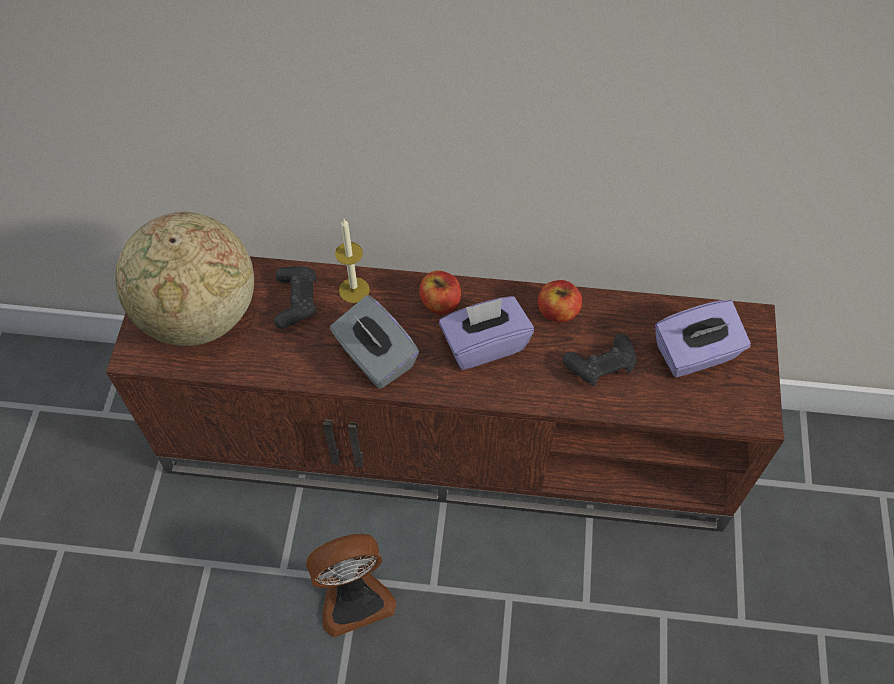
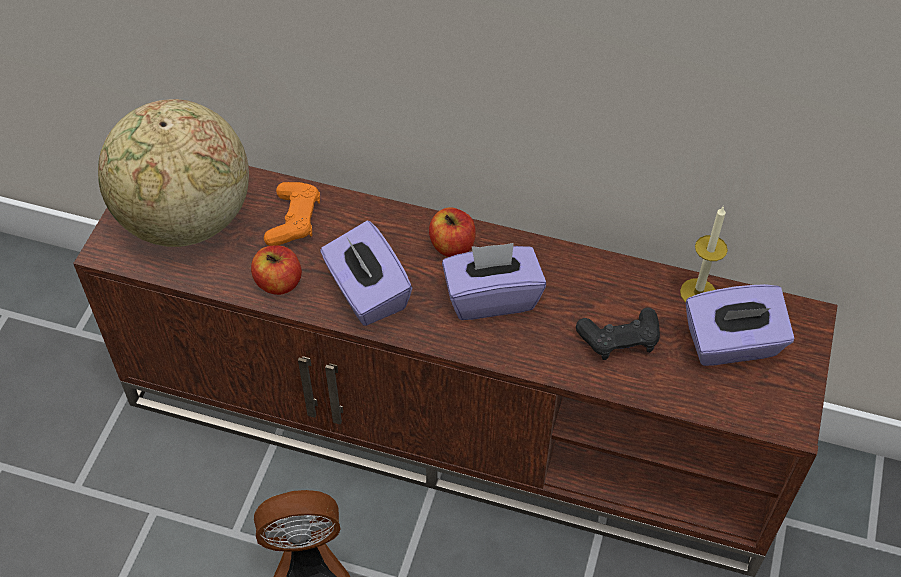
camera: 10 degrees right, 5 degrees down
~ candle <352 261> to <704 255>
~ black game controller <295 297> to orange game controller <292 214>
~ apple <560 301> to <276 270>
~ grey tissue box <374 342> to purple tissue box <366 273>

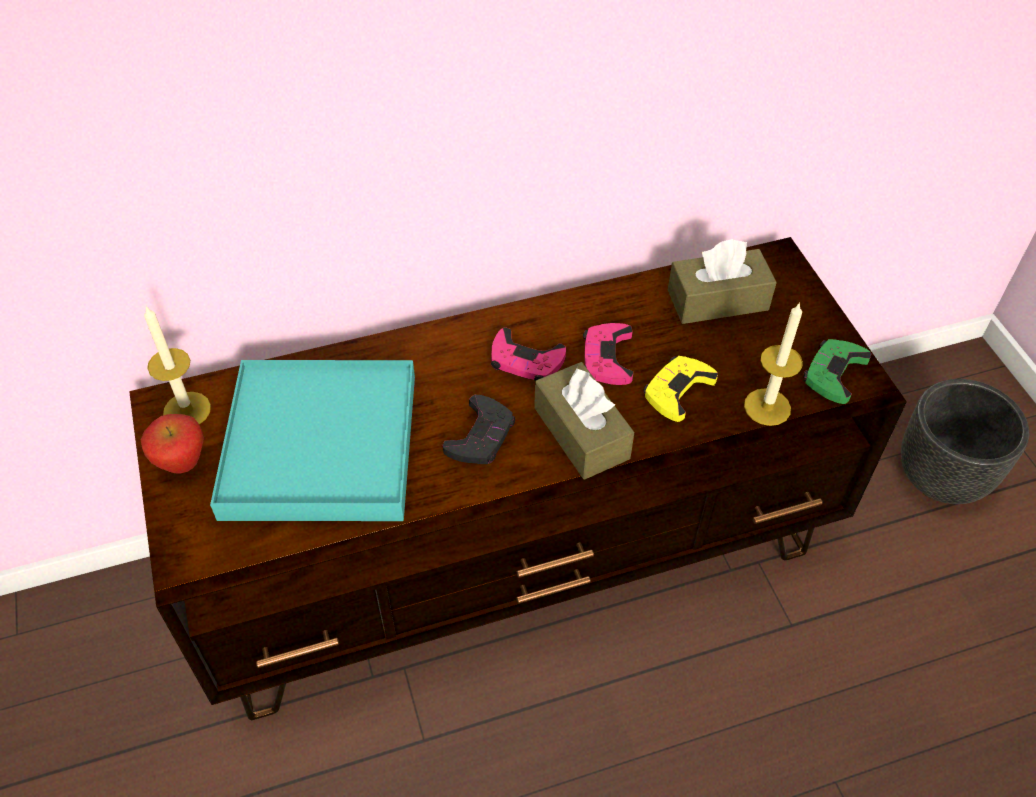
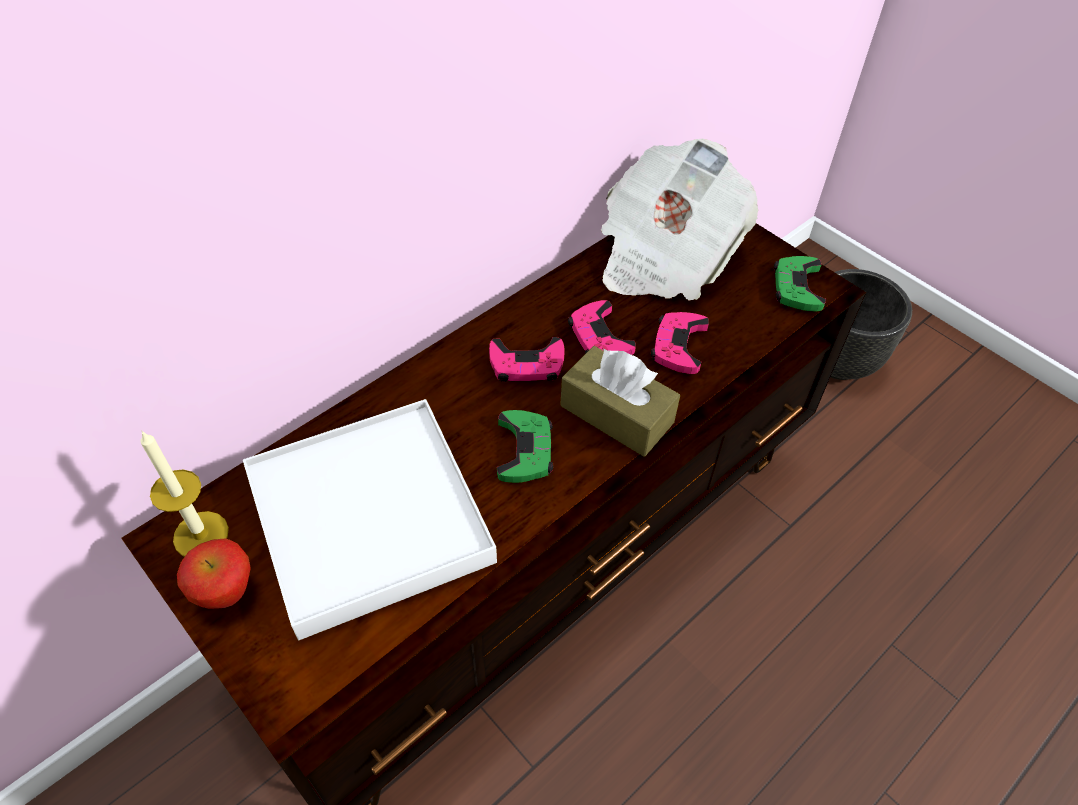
camera: 25 degrees left, 0 degrees up
~ brown tissue box <722 281> to newspaper <679 220>
- candle <773 364>
~ yellow game controller <680 389> to pink game controller <680 343>
~ turquoise tray <312 440> to white tray <370 519>
~ black game controller <479 429> to green game controller <525 446>

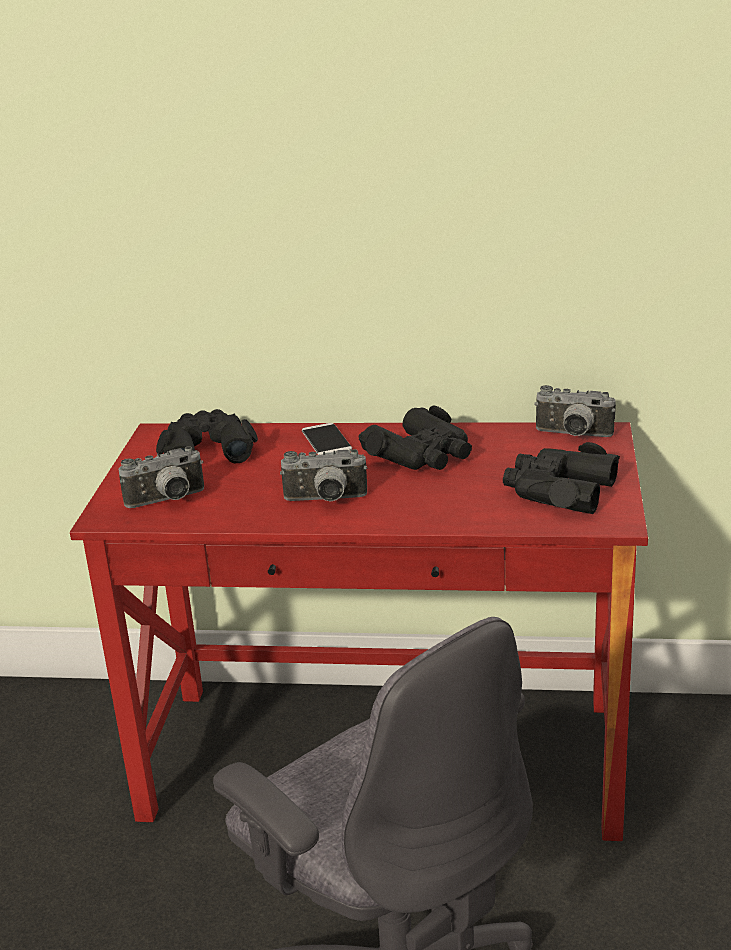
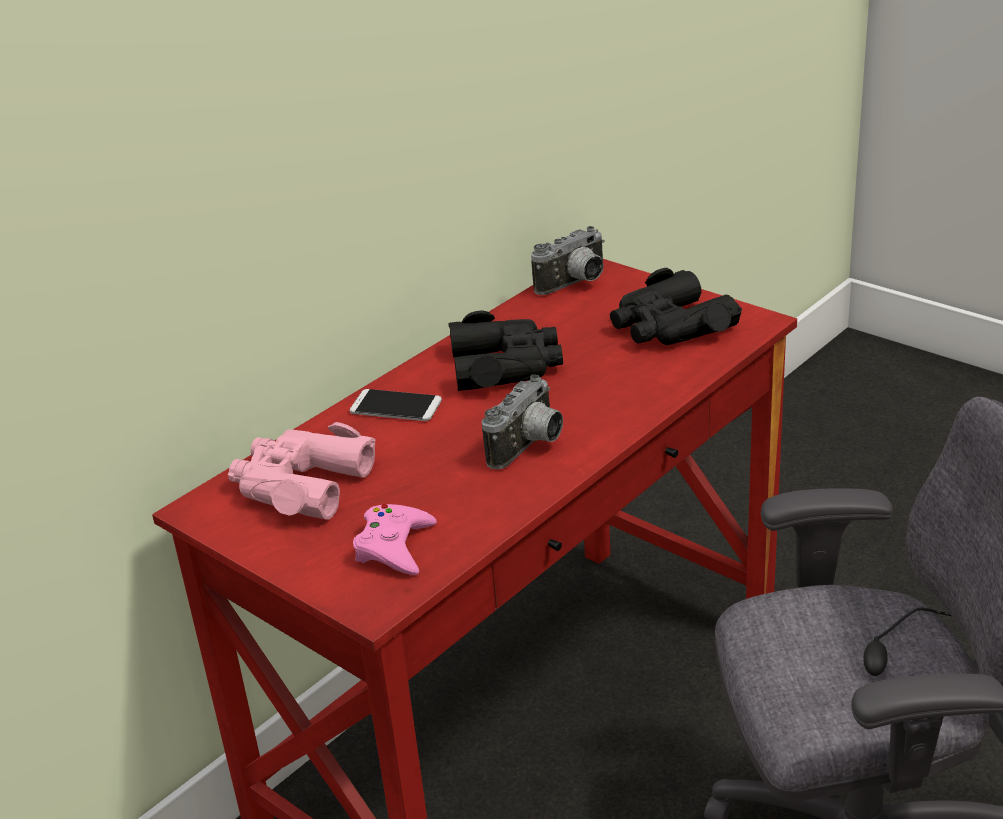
camera: 55 degrees left, 5 degrees up
~ black binoculars <207 436> to pink binoculars <302 471>
~ photo camera <161 477> to pink game controller <395 539>

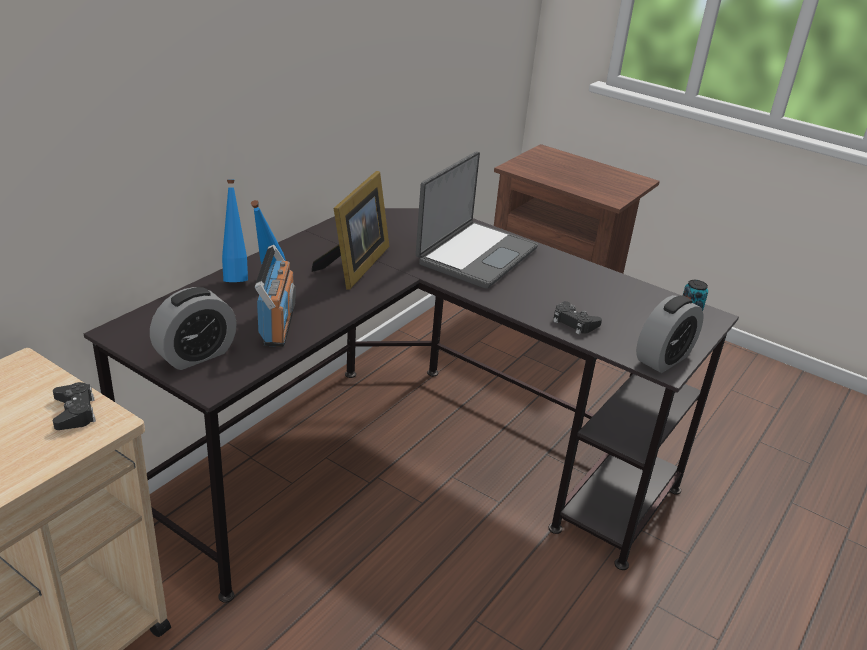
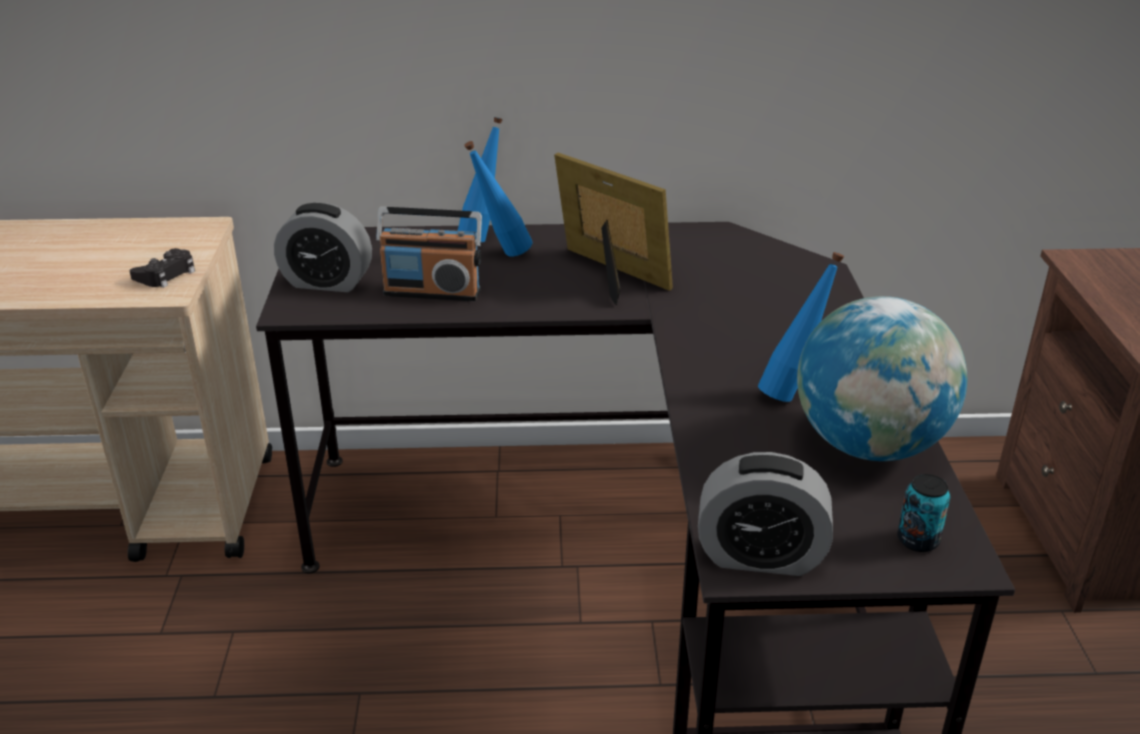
camera: 55 degrees right, 0 degrees up
- laptop <477 220>
~ picture frame <350 230> = <613 229> 120 degrees counterclockwise
~ radio <275 295> = <429 254> 45 degrees clockwise
- black game controller <577 318>
+ blue bottle <801 327>
+ globe <882 378>

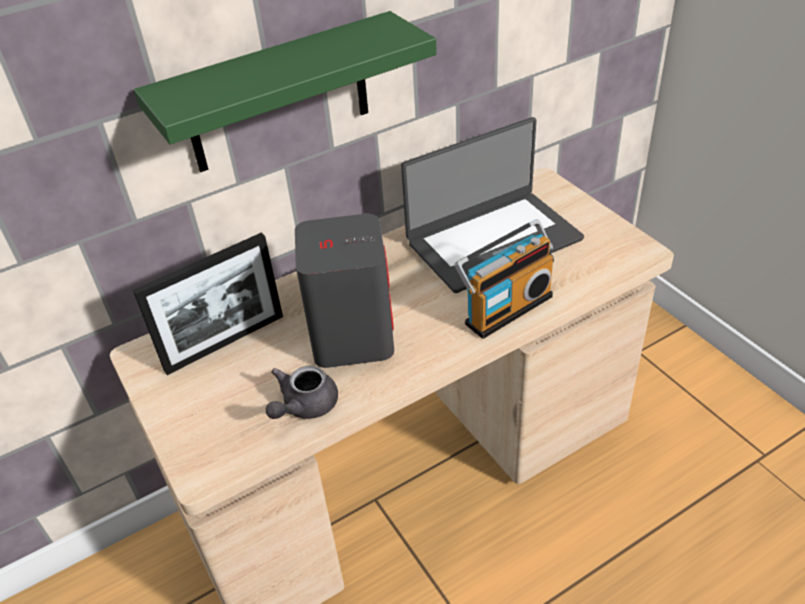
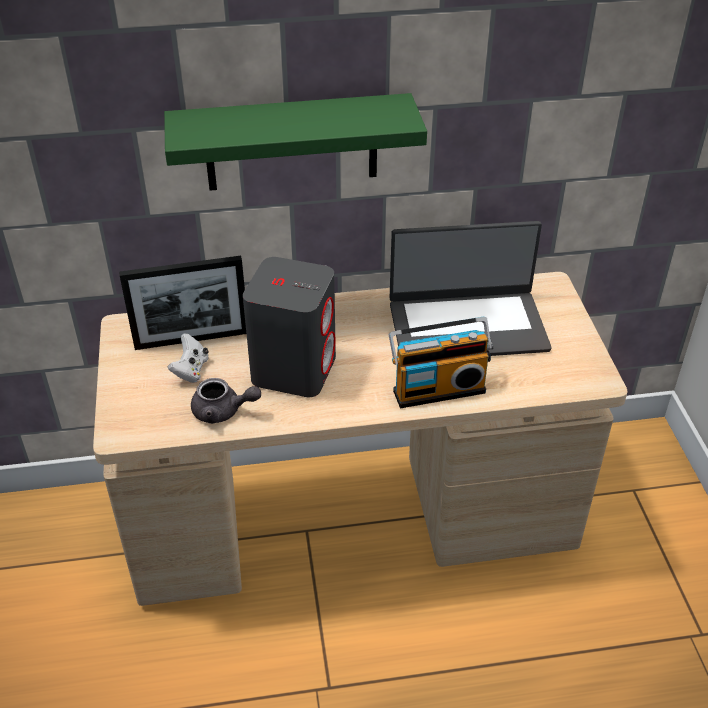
camera: 20 degrees right, 0 degrees up
~ grey teapot <302 392> = <226 401> 135 degrees counterclockwise
+ white game controller <188 358>

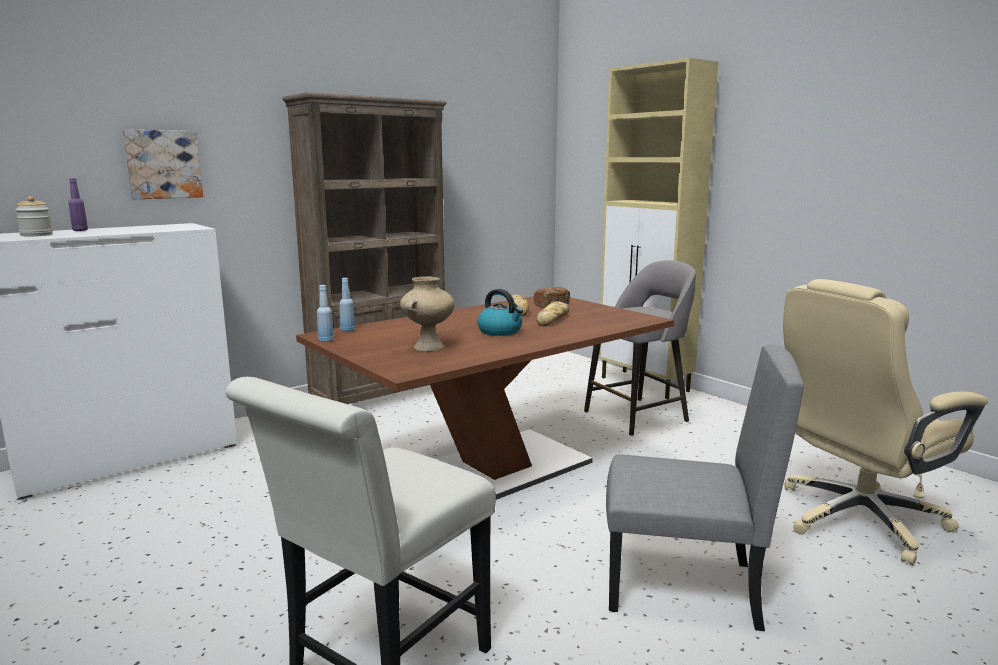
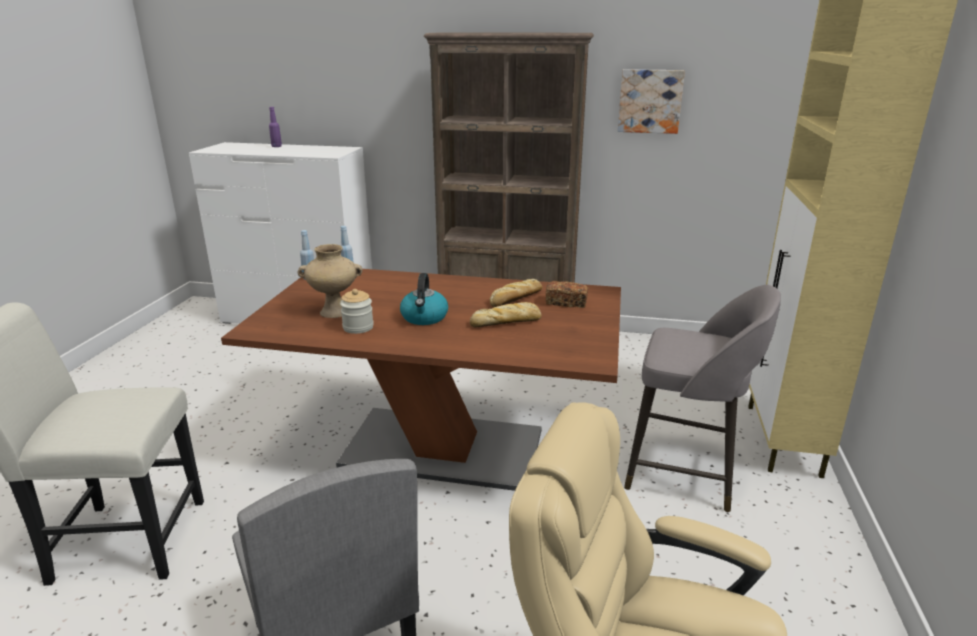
camera: 50 degrees right, 10 degrees up
~ picture <163 164> to <651 101>
~ jar <34 216> to <357 311>

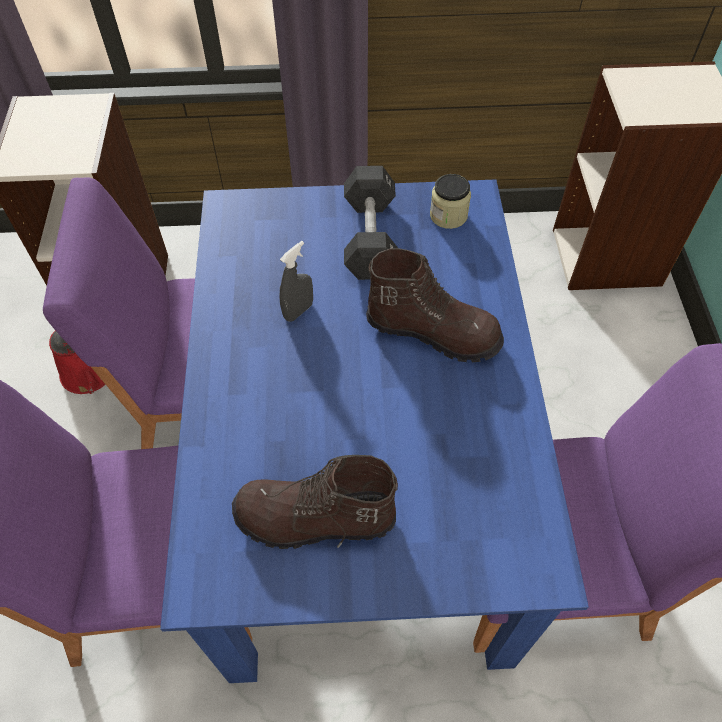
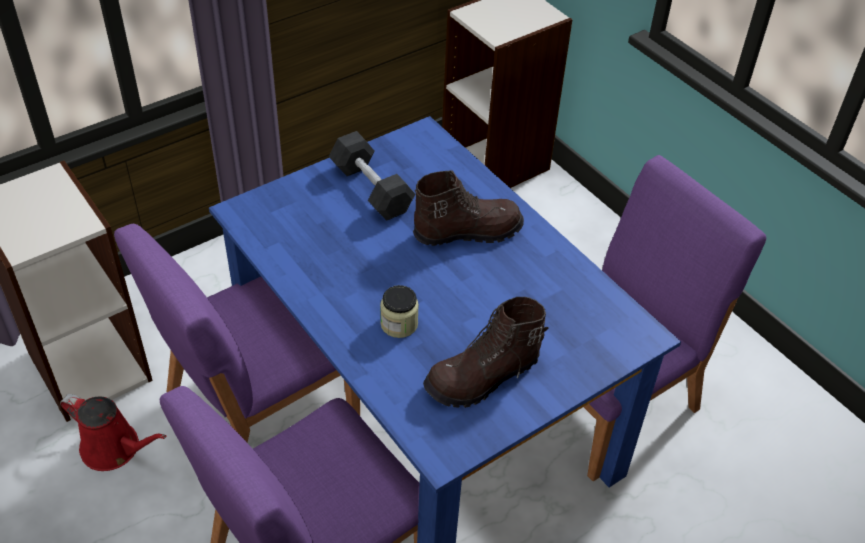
camera: 35 degrees left, 10 degrees down
~ jar <450 201> to <399 311>
- grey spray bottle <296 281>

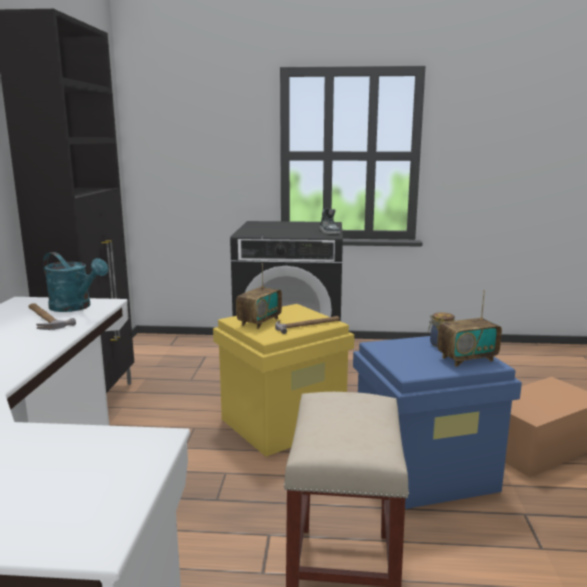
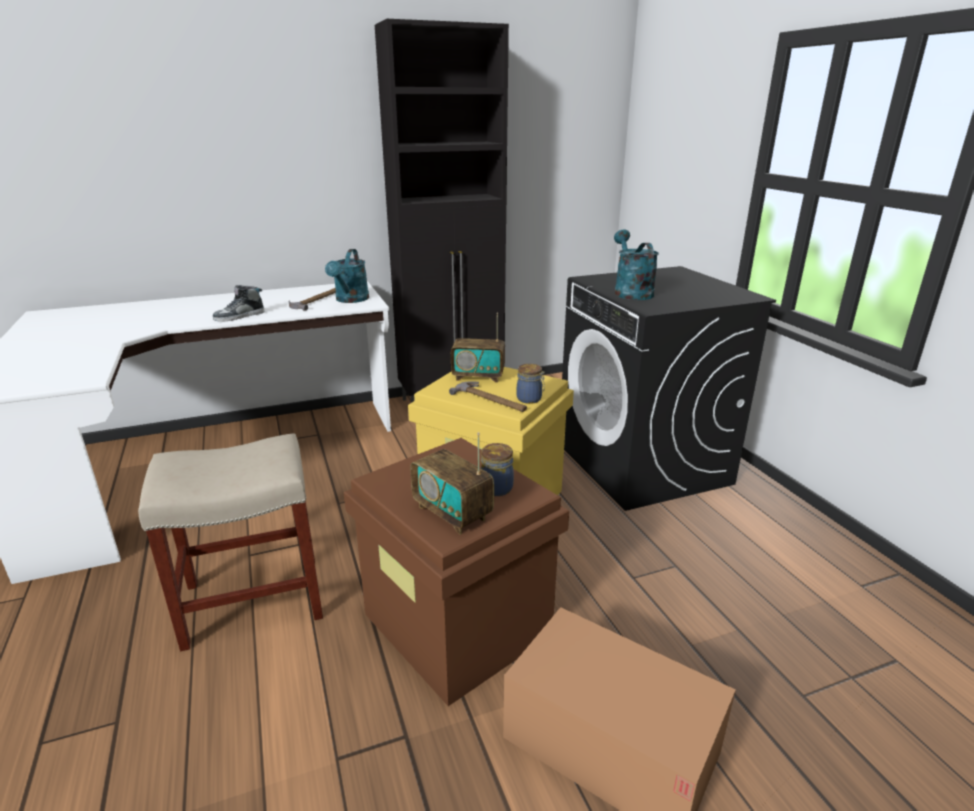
camera: 65 degrees right, 10 degrees up
~ shoe <330 221> to <238 303>
~ blue storage box <437 422> to brown storage box <456 572>
+ turquoise watering can <636 264>
+ jar <530 384>

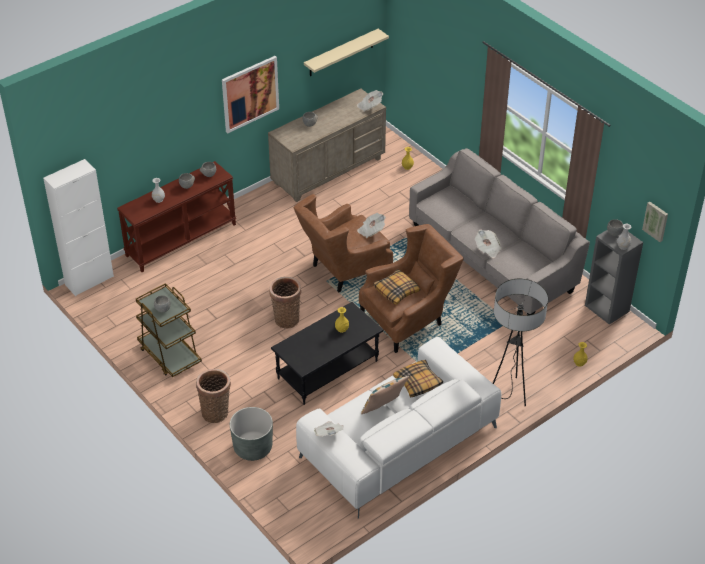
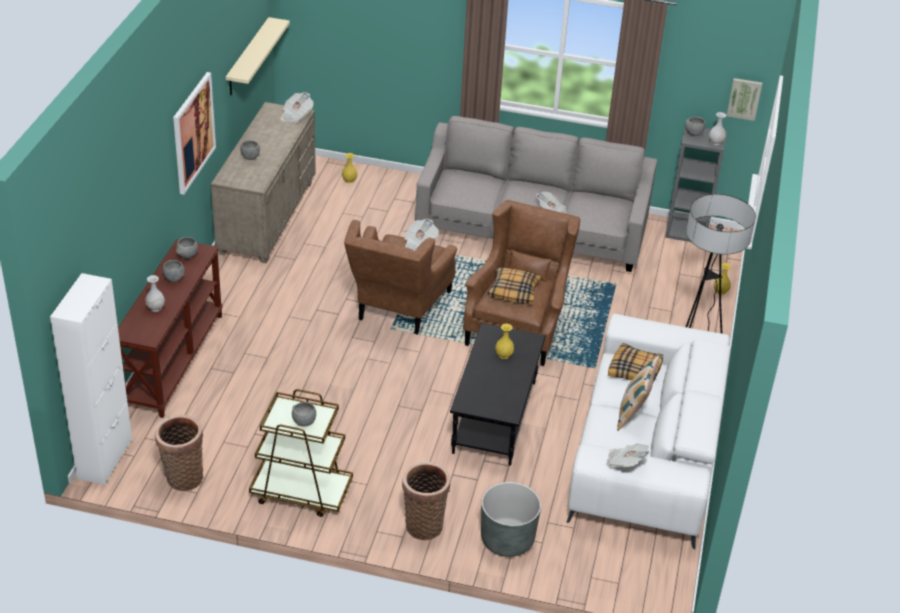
camera: 40 degrees left, 5 degrees down
~ basket <285 303> to <179 453>

